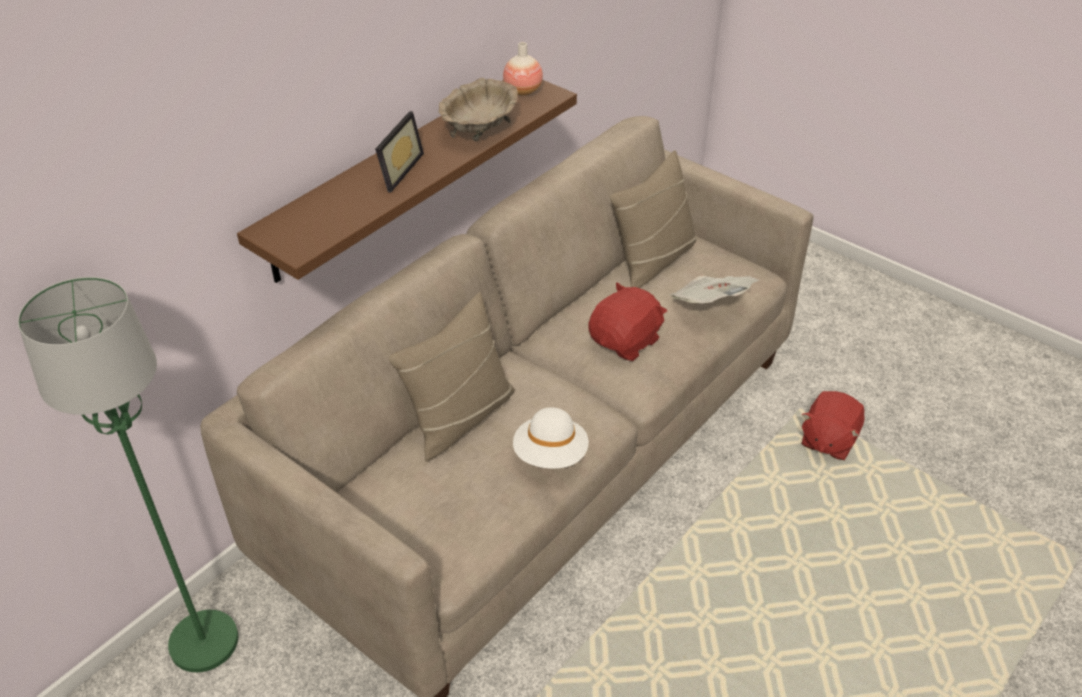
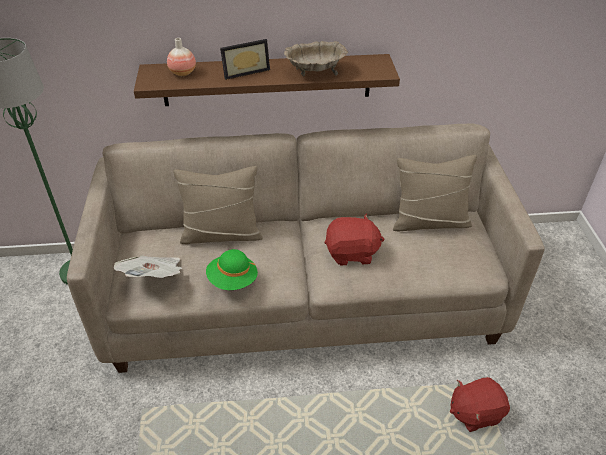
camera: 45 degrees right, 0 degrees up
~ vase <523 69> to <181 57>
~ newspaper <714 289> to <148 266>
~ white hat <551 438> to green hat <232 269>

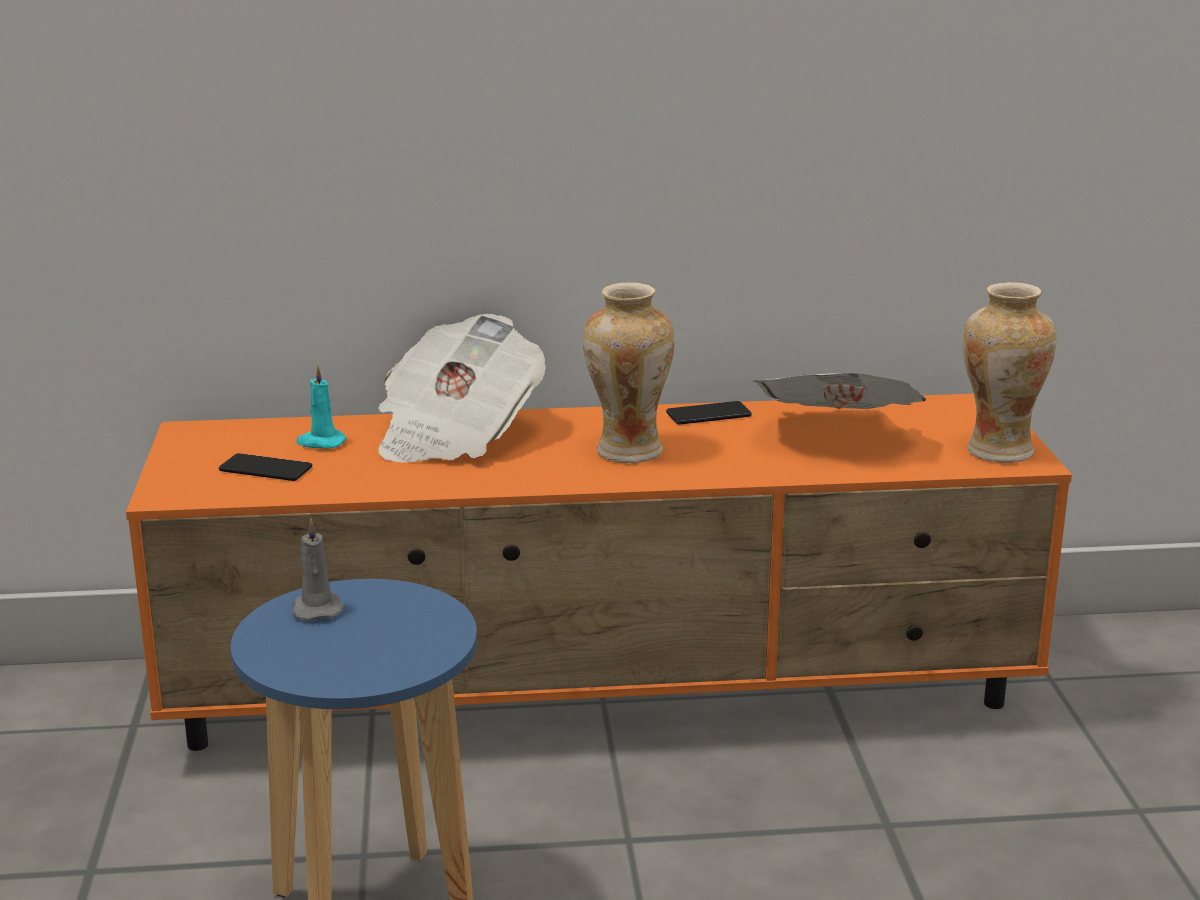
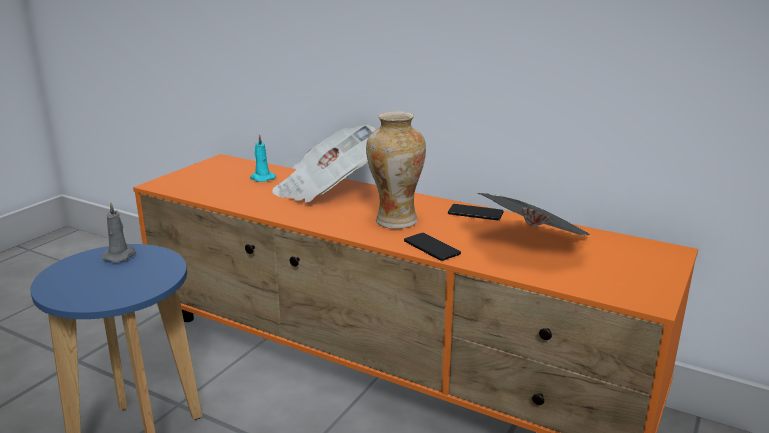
camera: 35 degrees right, 0 degrees up
- vase <1009 372>
~ phone <265 467> to <432 247>

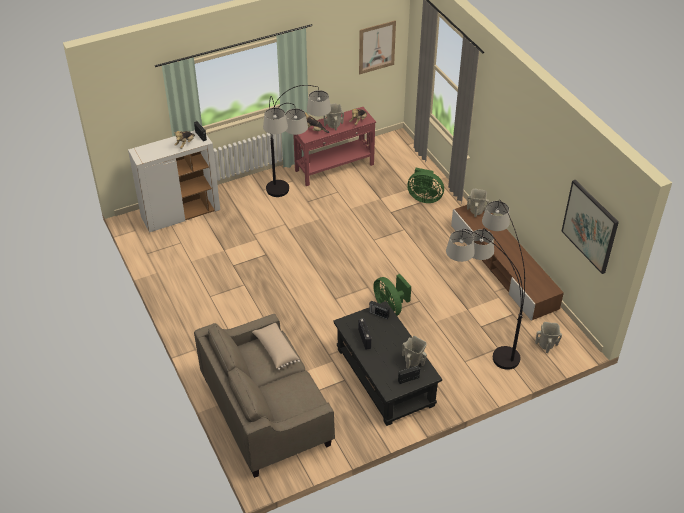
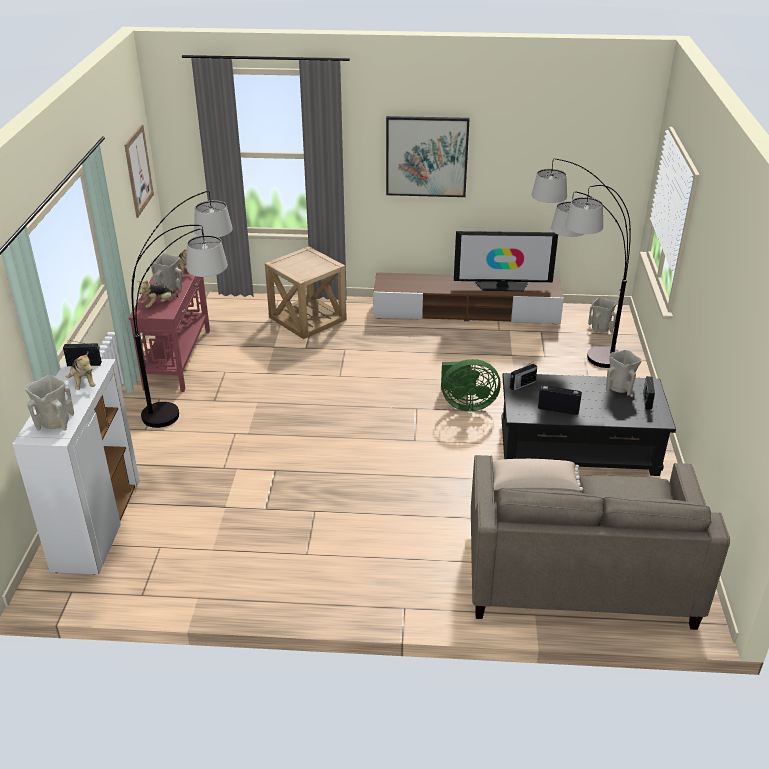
camera: 60 degrees left, 10 degrees down
~ green fan <425 185> to beige side table <306 293>
~ picture <590 227> to <428 156>
~ beige vase <478 203> to <49 403>
+ television <506 261>

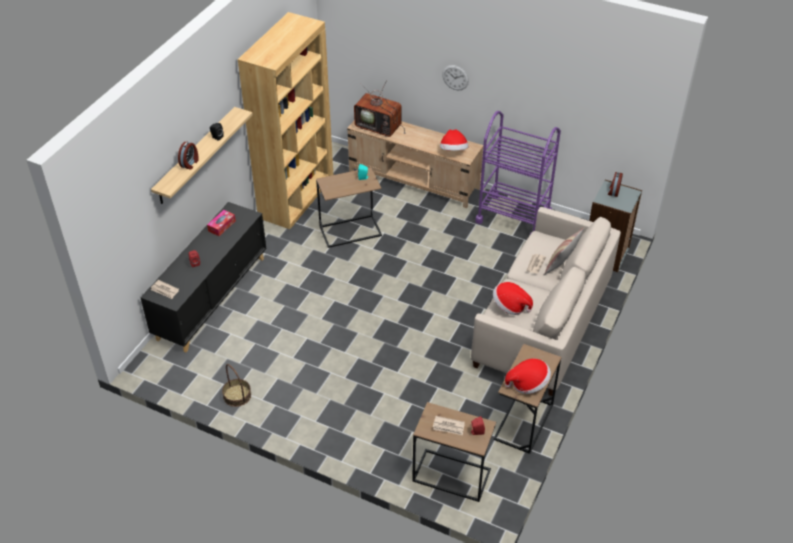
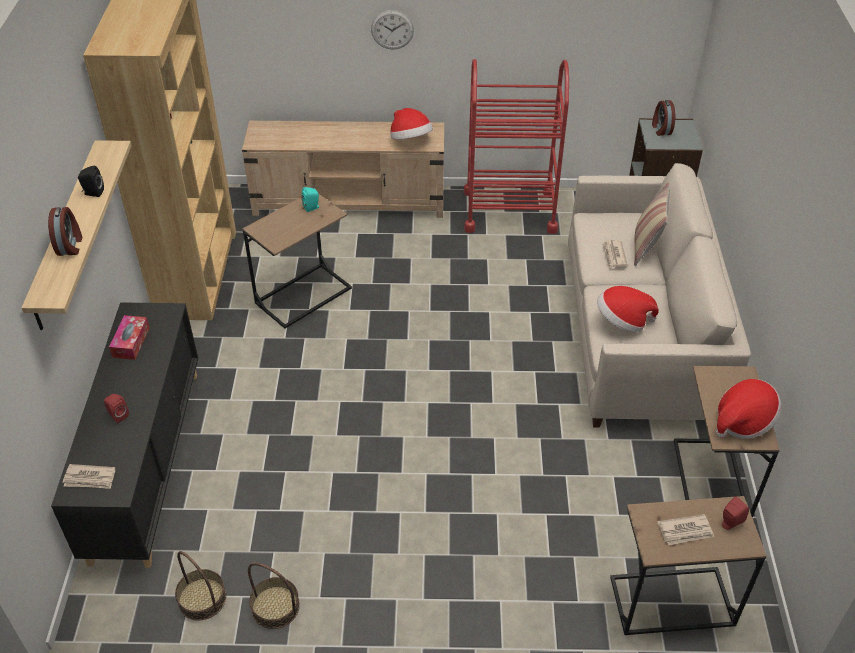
camera: 25 degrees left, 0 degrees up
- television <380 108>
~ purple cart <518 172> to red cart <516 146>
+ basket <200 585>

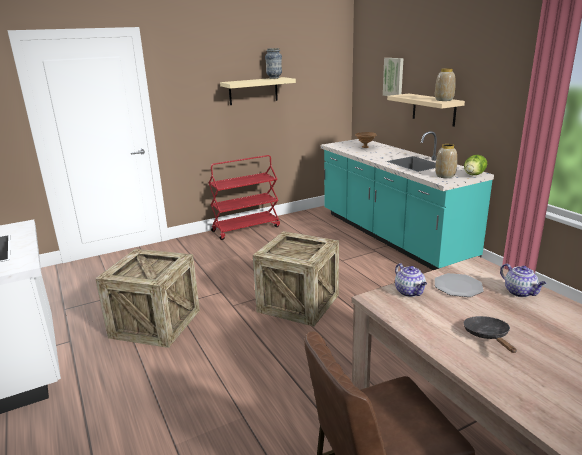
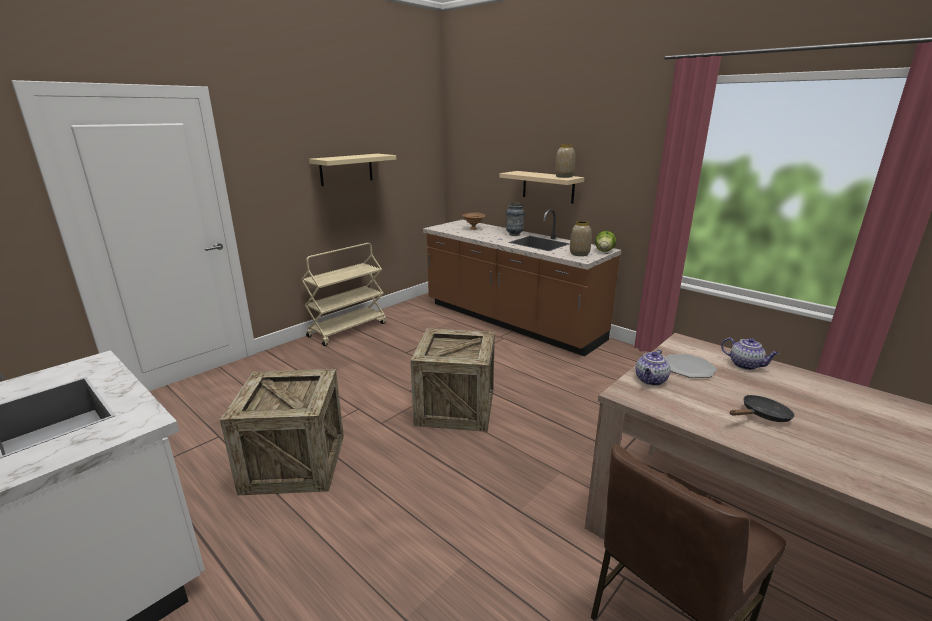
camera: 20 degrees left, 0 degrees up
~ vase <273 63> to <515 219>
- picture <393 77>
~ turquoise counter <407 200> to brown counter <522 282>
~ red cart <244 197> to beige cart <343 294>
~ teapot <411 280> = <652 367> 75 degrees clockwise
~ black frying pan <490 334> = <762 408> 90 degrees clockwise

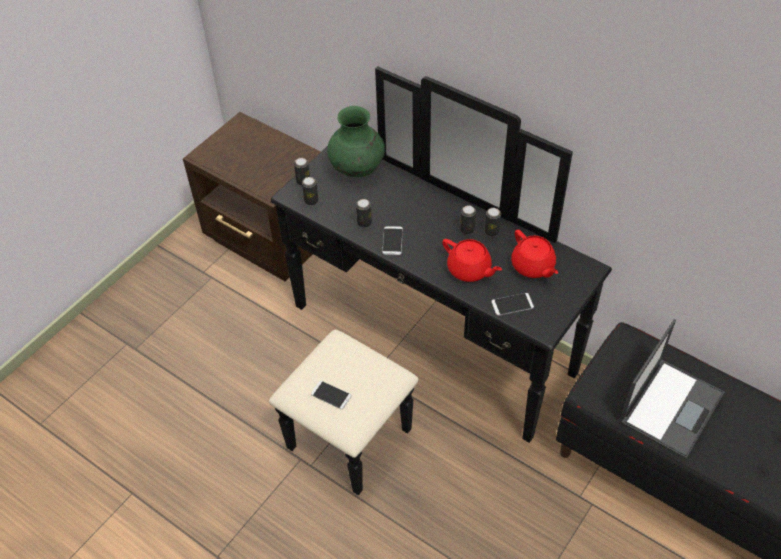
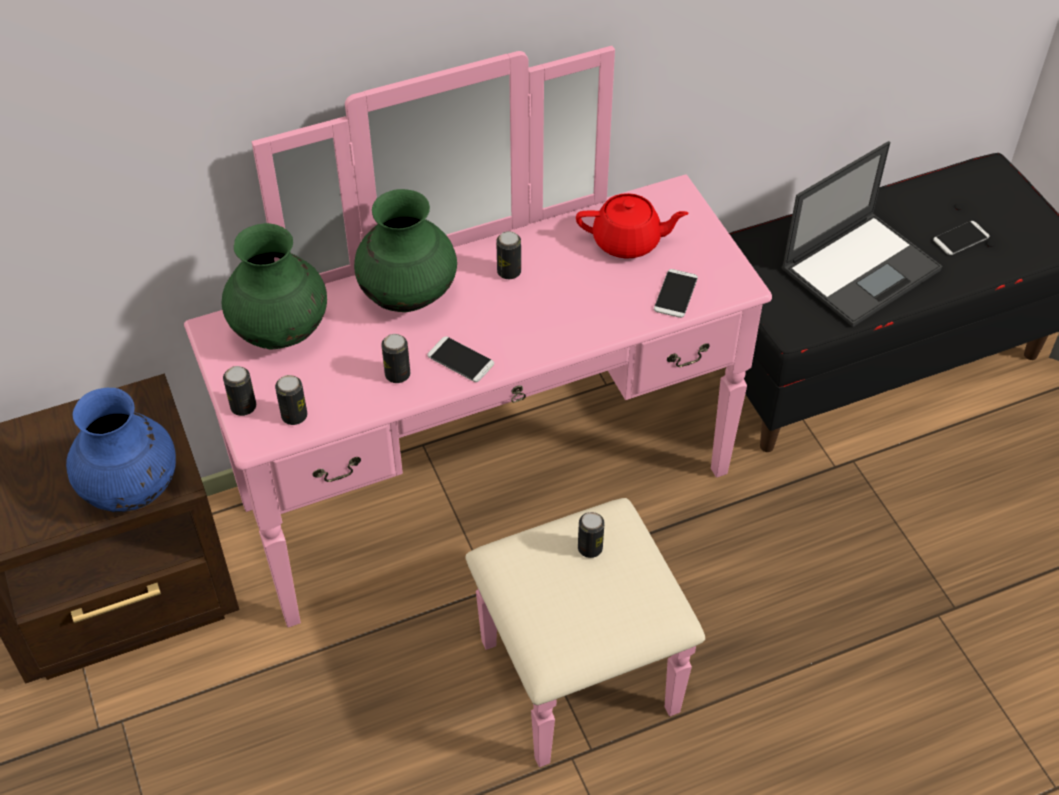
camera: 60 degrees left, 0 degrees up
~ black dresser <440 280> to pink dresser <478 406>
~ can <493 222> to <591 535>
- red teapot <472 260>
~ laptop <671 389> = <861 234> 75 degrees clockwise
~ phone <331 395> to <961 238>
+ green vase <405 250>
+ blue vase <121 450>

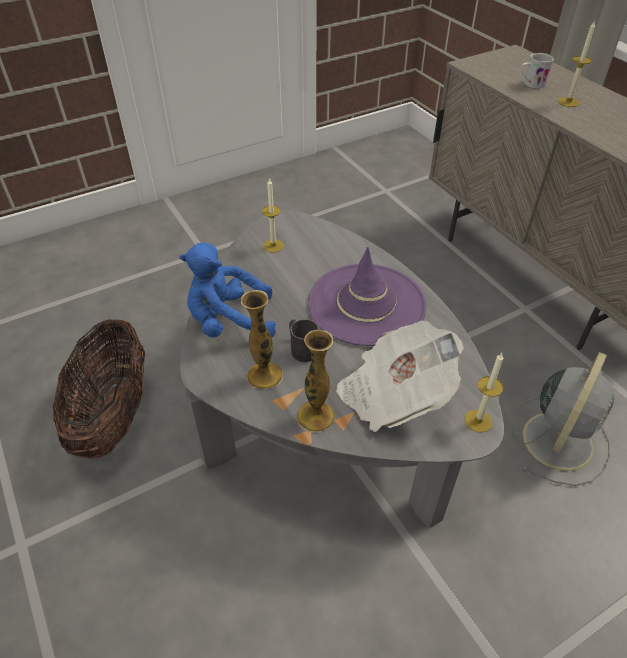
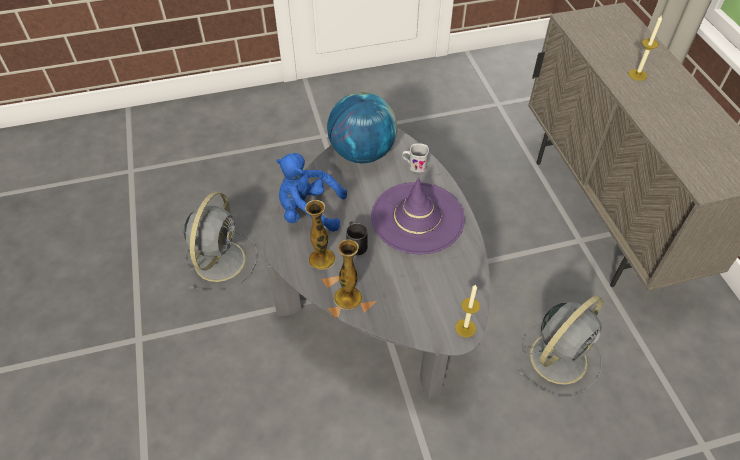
camera: 15 degrees right, 5 degrees up
~ white mug <537 70> to <415 157>
~ candle <273 215> to globe <362 127>
~ basket <98 389> to grey fan <220 241>
- newspaper <400 376>

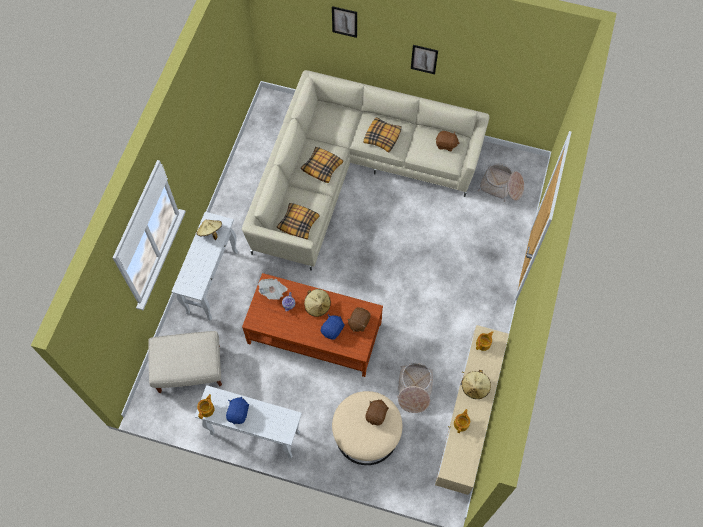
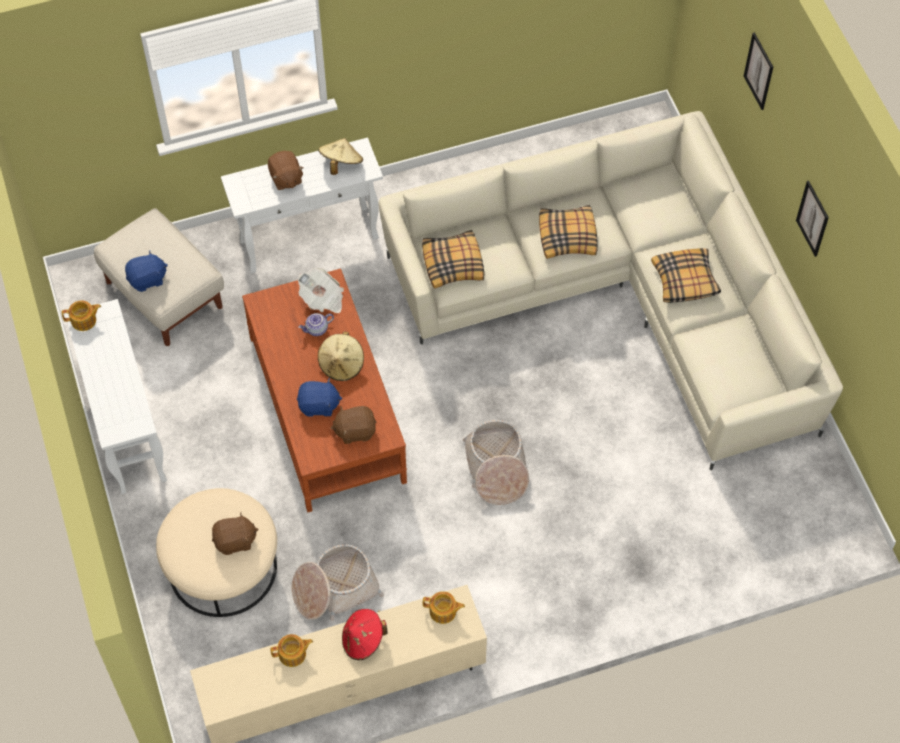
camera: 55 degrees right, 5 degrees down
~ brown plush toy <447 141> to <286 170>
~ basket <500 182> to <496 462>
~ beige hat <476 384> to red hat <365 634>
~ blue plush toy <237 410> to <146 271>

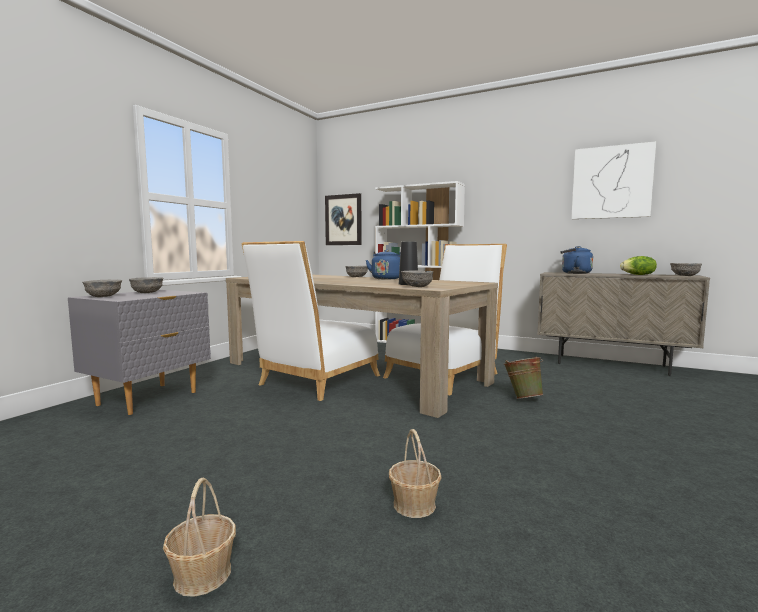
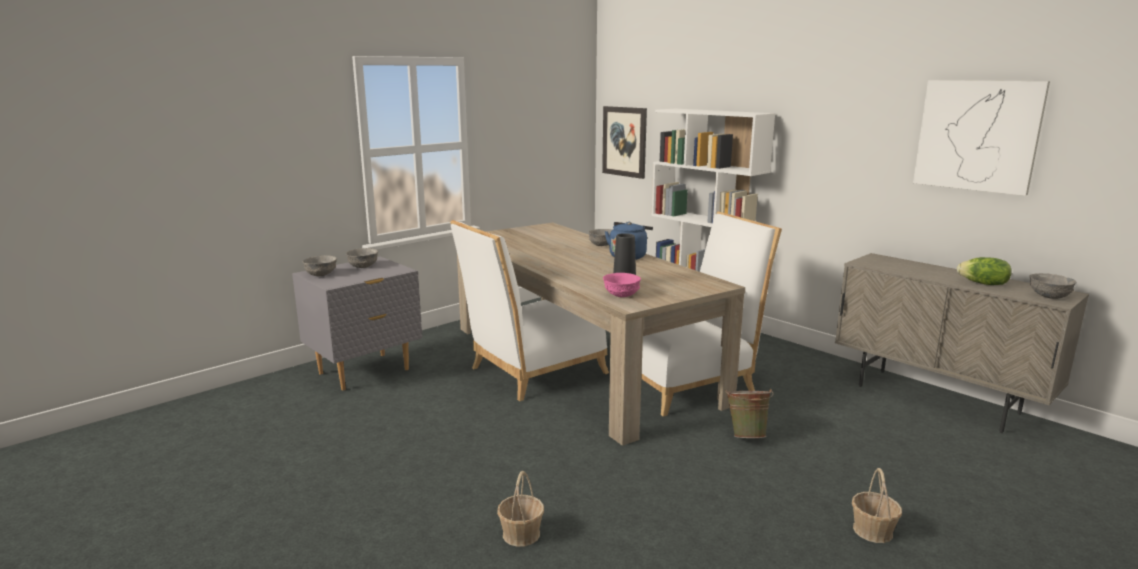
camera: 20 degrees right, 10 degrees up
- blue kettle <576 260>
~ grey bowl <417 279> to pink bowl <622 285>
~ basket <199 537> to <877 505>

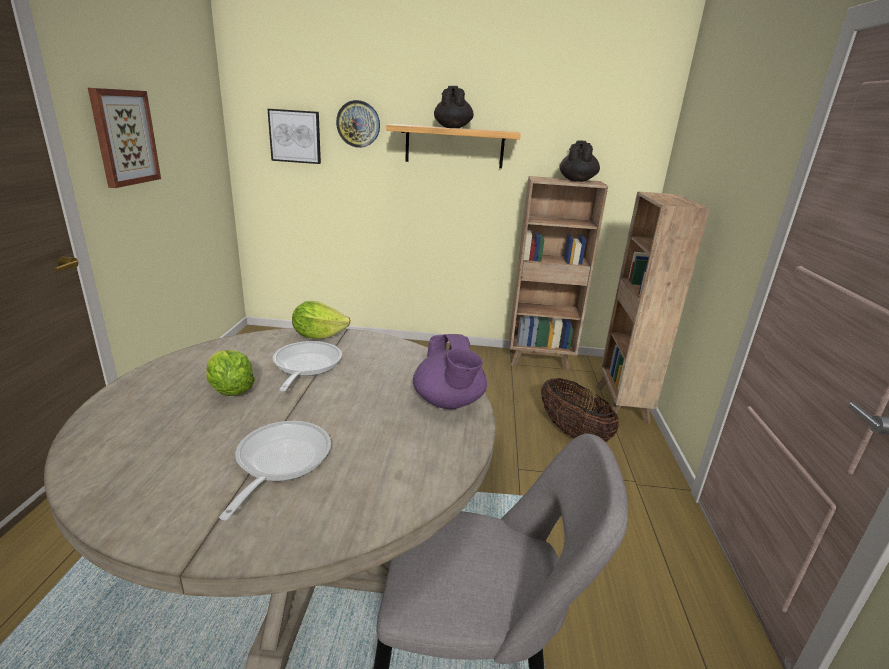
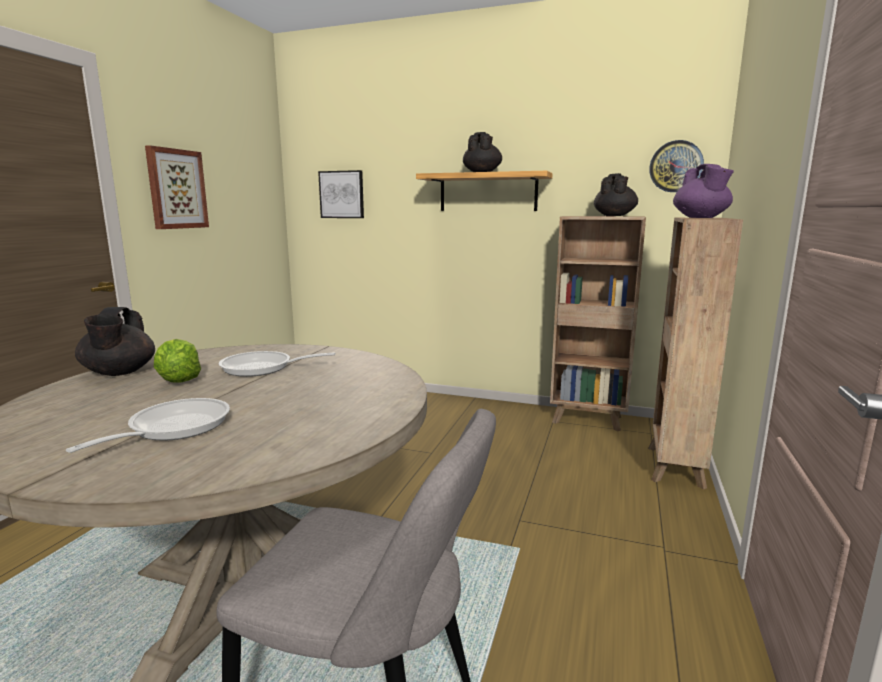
camera: 15 degrees right, 10 degrees down
~ wall clock <358 124> to <676 166>
- lettuce <321 320>
~ purple teapot <450 371> to <703 191>
~ frying pan <307 366> = <277 364> 105 degrees counterclockwise
- basket <580 410>
+ black teapot <115 341>

